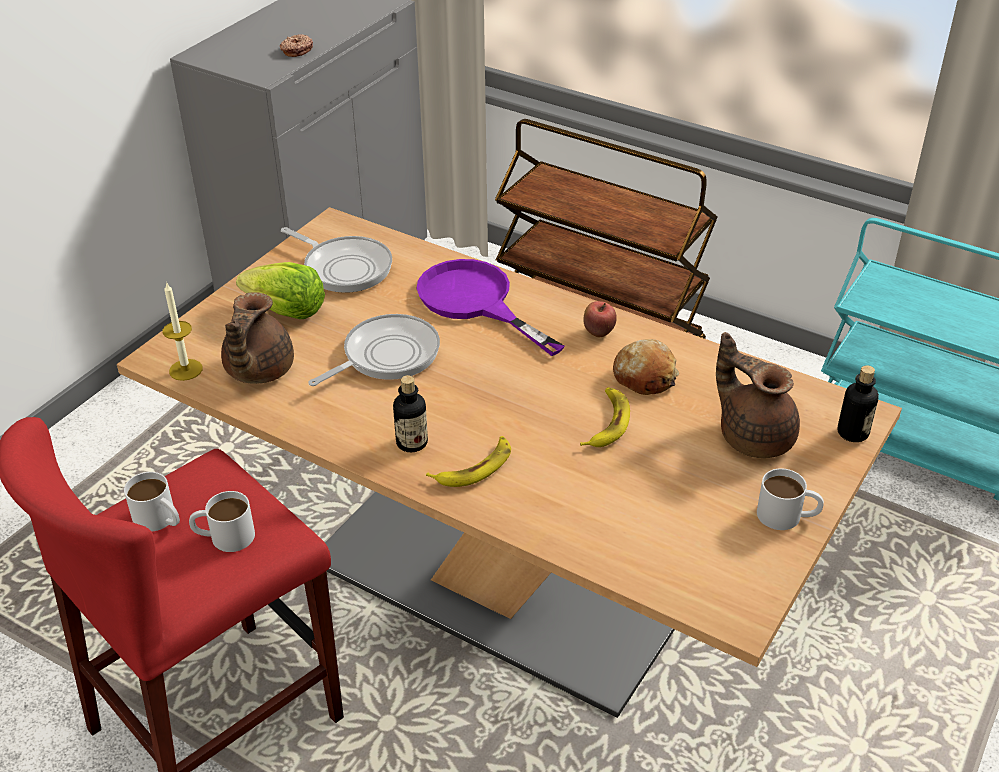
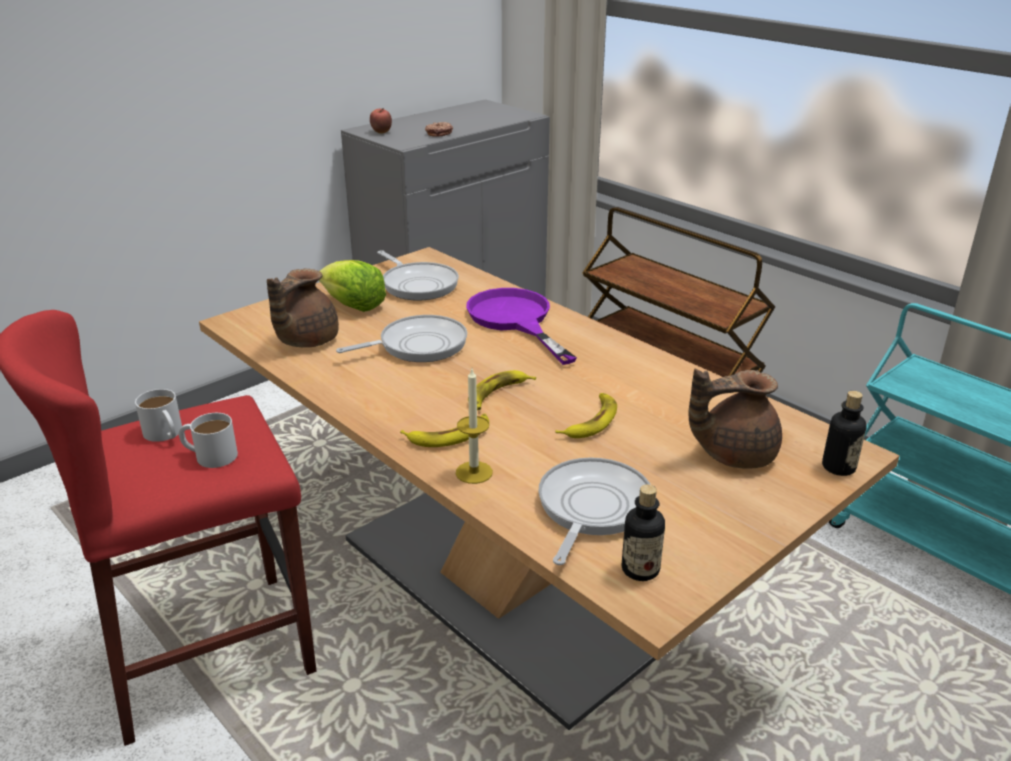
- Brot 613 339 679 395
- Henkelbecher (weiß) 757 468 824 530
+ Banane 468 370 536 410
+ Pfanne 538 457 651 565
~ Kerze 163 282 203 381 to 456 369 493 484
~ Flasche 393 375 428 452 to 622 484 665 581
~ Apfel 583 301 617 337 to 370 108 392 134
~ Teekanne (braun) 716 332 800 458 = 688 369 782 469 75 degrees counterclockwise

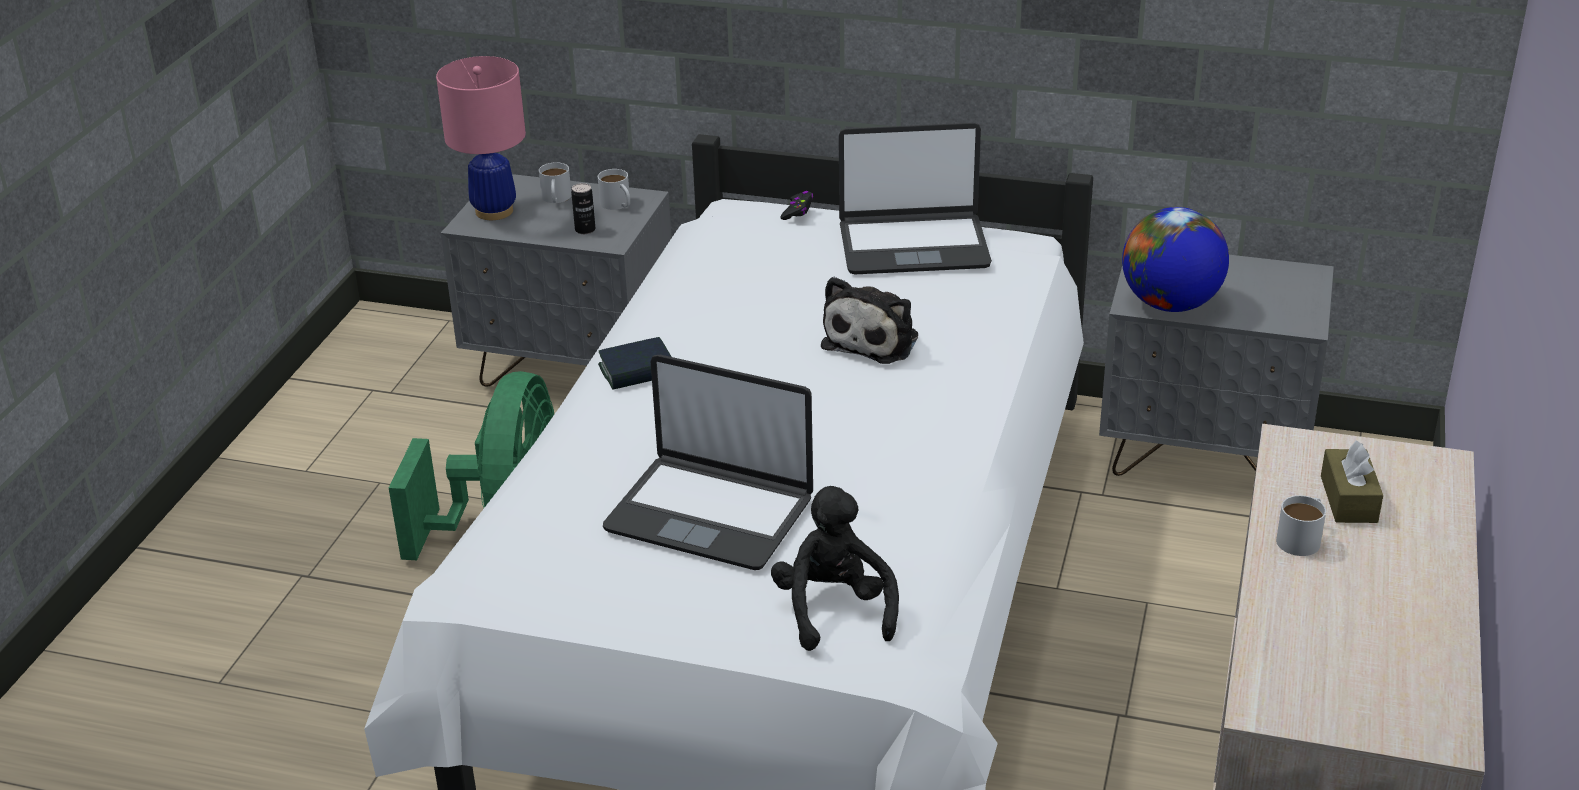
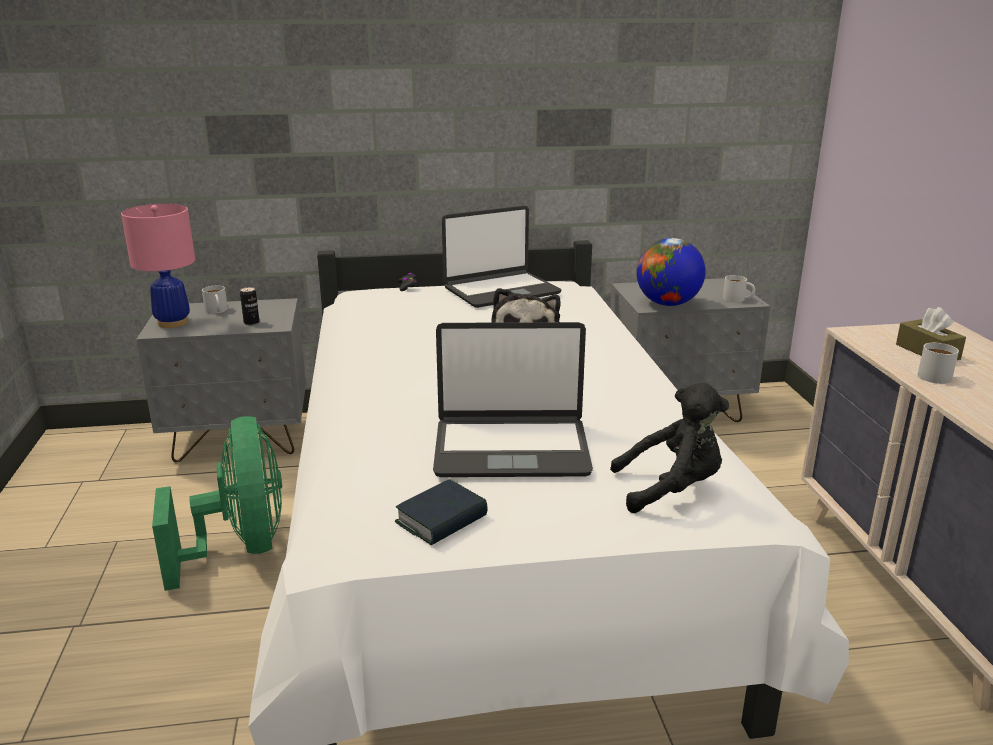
~ Henkelbecher (weiß) 598 169 630 210 to 723 275 755 302
~ Buch 598 337 672 390 to 395 479 488 545
~ Plüschtier (schwarz) 771 486 899 651 = 610 383 729 513 120 degrees clockwise

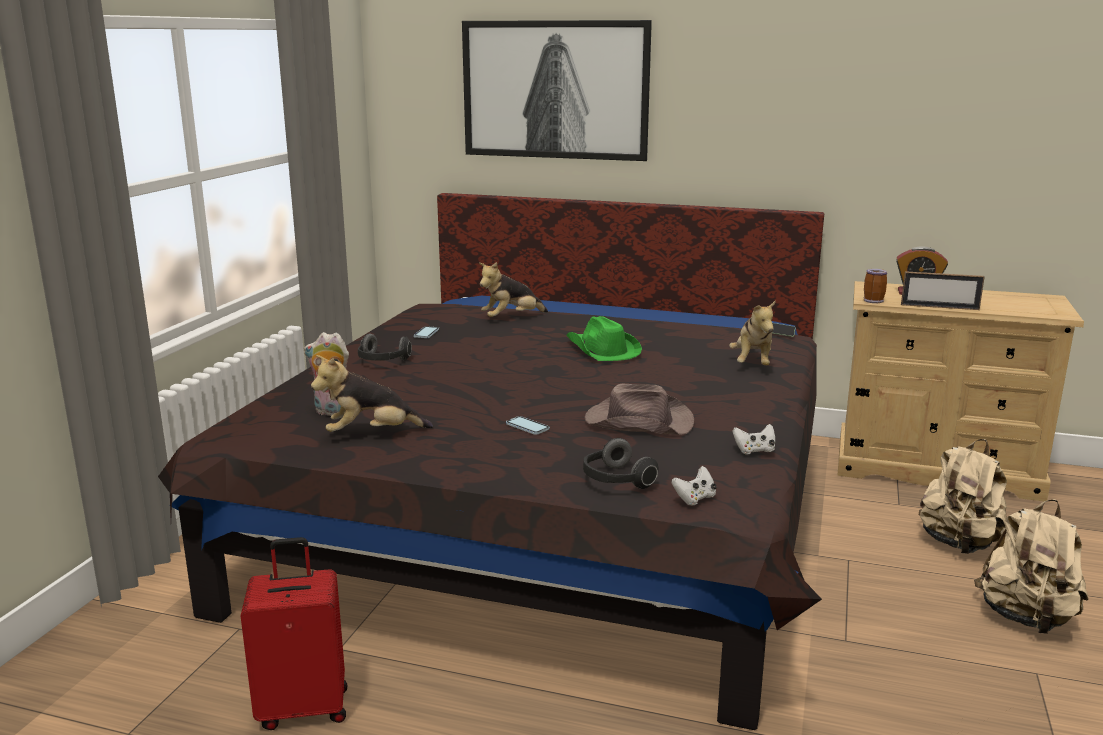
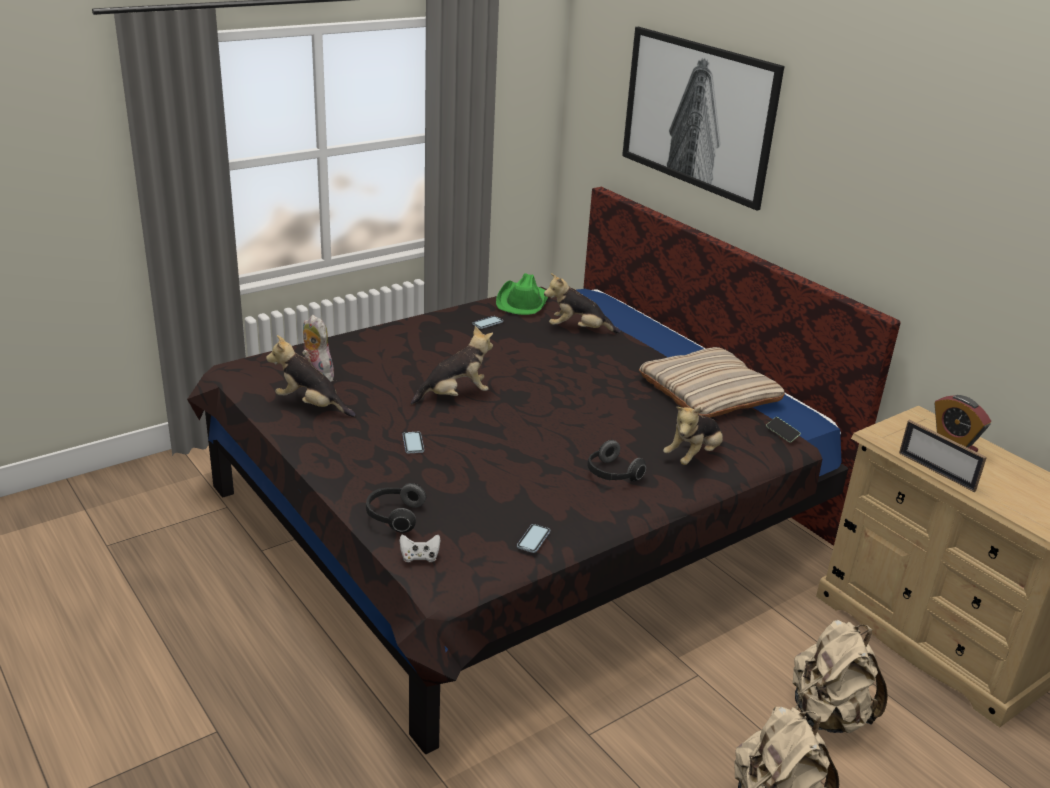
- Koffer (rot) 241 537 347 730
- Hut (braun) 585 384 694 435
- Henkelbecher 864 269 887 303
+ Plüschtier 411 326 493 405
+ Kissen (beige) 639 347 785 418
~ Kopfhörer 358 334 412 361 to 587 440 646 482
~ Hut (grün) 566 316 642 361 to 496 273 548 315
~ Gamepad (weiß) 732 424 775 454 to Handy 517 524 550 553

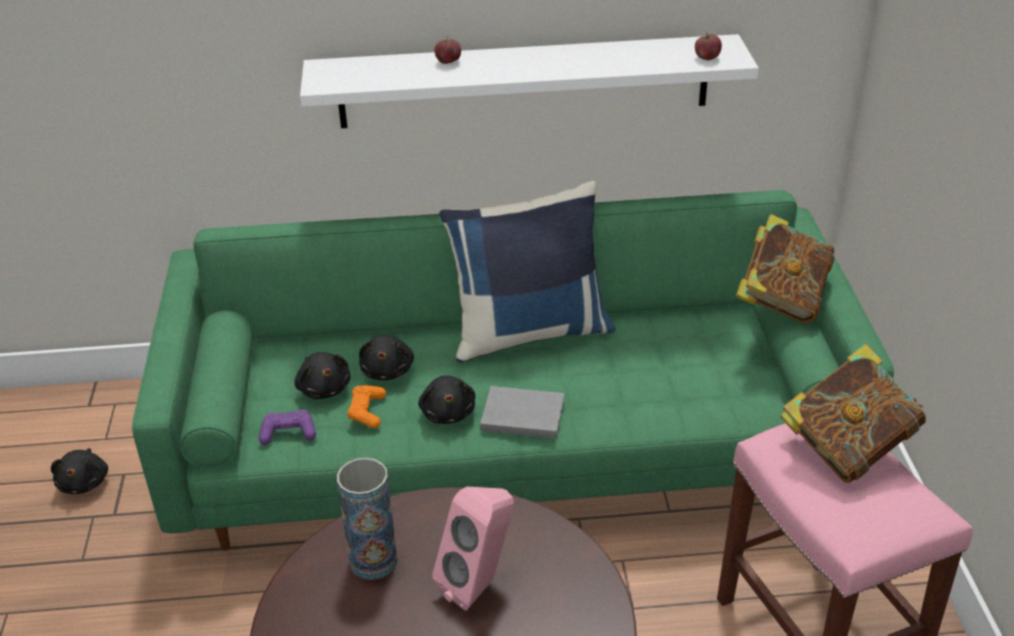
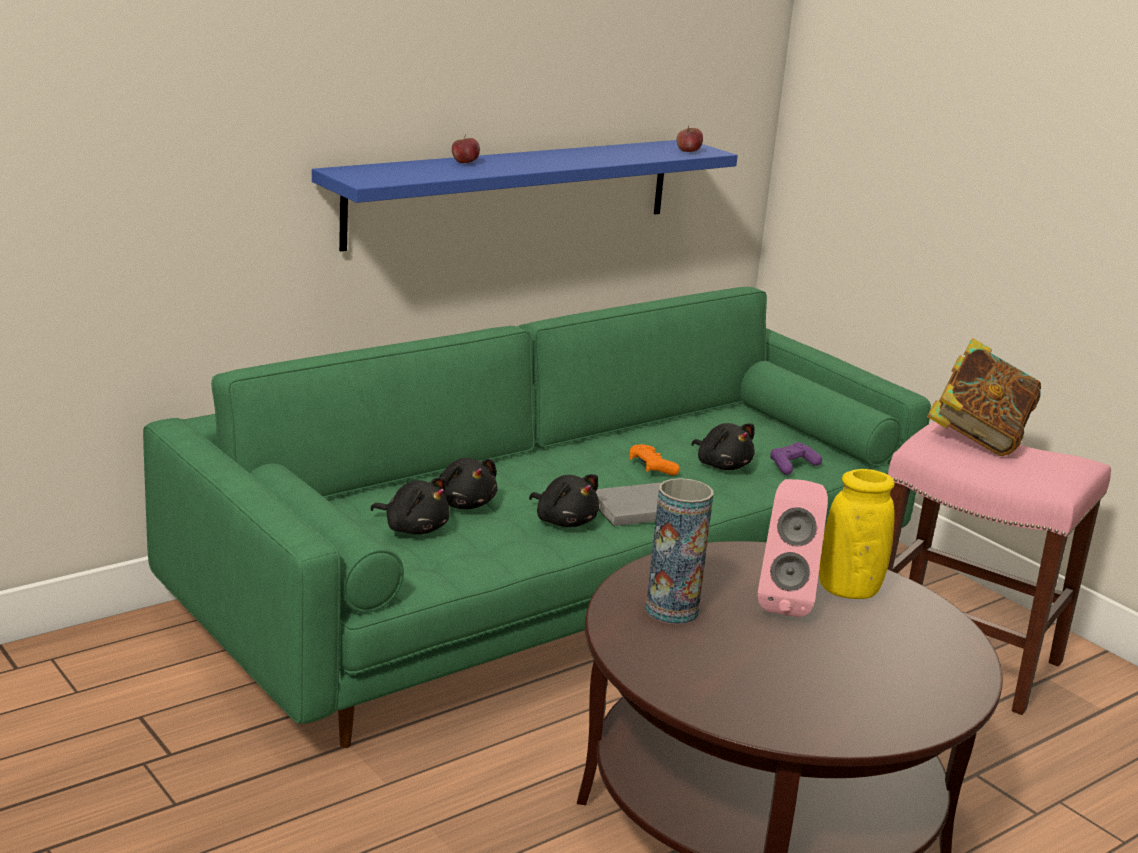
- Kissen (blau) 439 181 616 362
- Buch 736 214 834 323
+ Vase (gelb) 819 469 895 599
~ Plüschtier (schwarz) 51 448 108 494 to 691 423 755 470
~ Gamepad (lila) 259 410 316 445 to 770 442 822 475
~ Gamepad (orange) 347 385 386 428 to 630 444 680 475
~ Wandregal (weiß) 300 34 759 128 to Wandregal (blau) 312 140 738 251

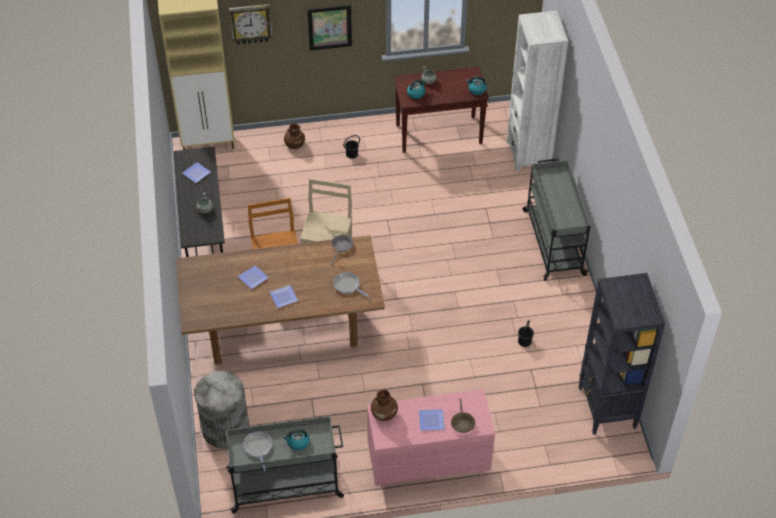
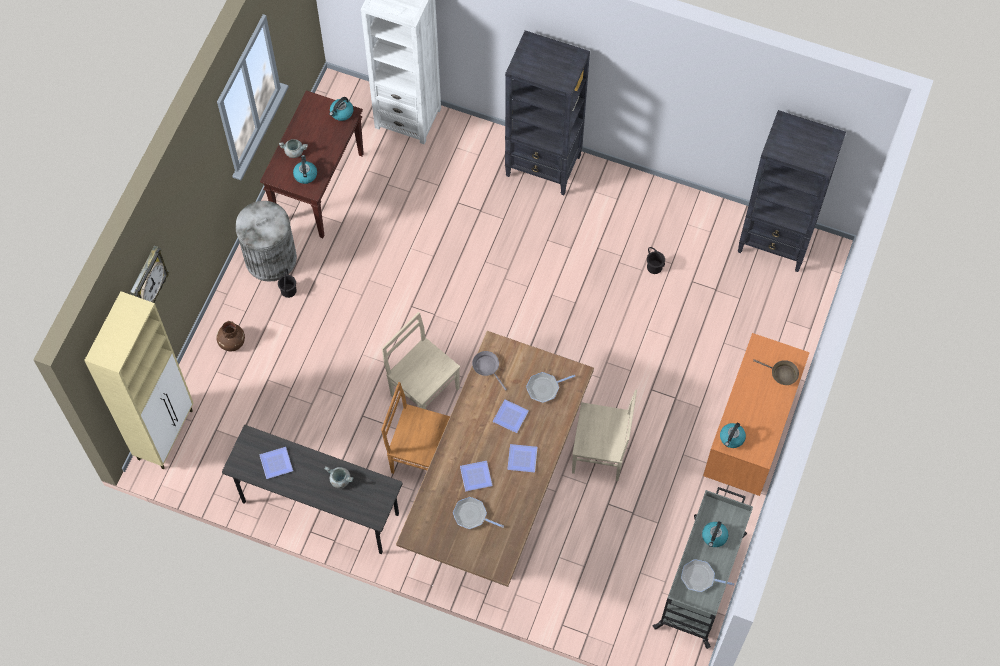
- Bild 307 5 352 51
+ Pfanne 453 497 504 529
+ Stuhl (beige) 572 389 637 481
~ Mülleimer (grau) 194 371 249 448 to 236 201 297 282
~ Teller 419 409 445 431 to 493 400 529 433
~ Vase (braun) 371 390 398 421 to Wasserkessel 720 423 746 448
~ Rollwagen (grau) 523 159 591 281 to Bücherregal (schwarz) 505 30 590 195
~ Kommode (rosa) 367 389 495 489 to Kommode (orange) 703 333 810 496

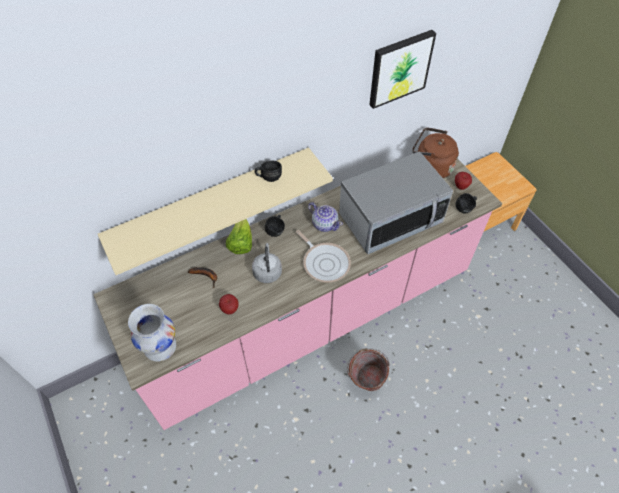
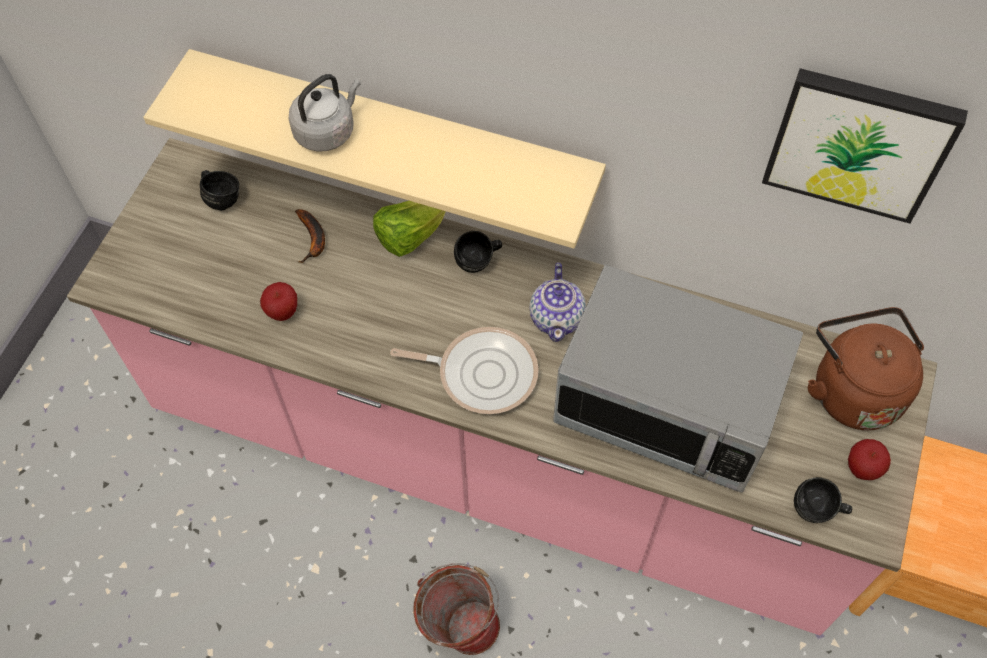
- Vase (weiß) 128 304 176 362
~ Wasserkessel (grau) 252 243 282 283 to 289 74 360 152
~ Henkelbecher (schwarz) 255 161 282 182 to 200 170 239 211
~ Pfanne 296 230 351 282 = 390 327 539 414 90 degrees counterclockwise

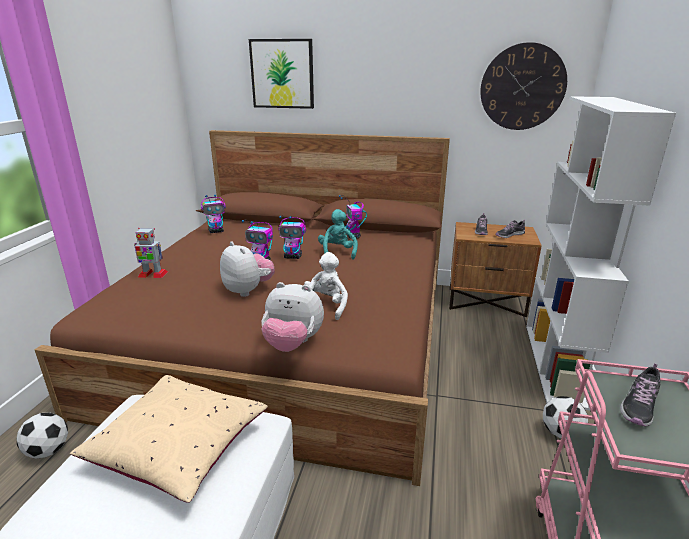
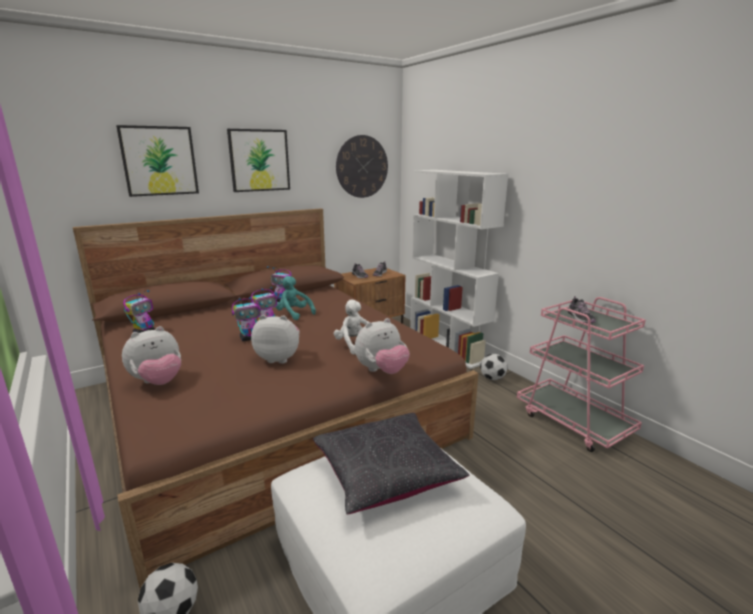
+ Bild 227 129 290 192
~ Spielzeugroboter 134 228 168 278 to Plüschtier 122 326 181 385
~ Kissen (beige) 70 375 268 503 to Kissen (schwarz) 313 413 469 514

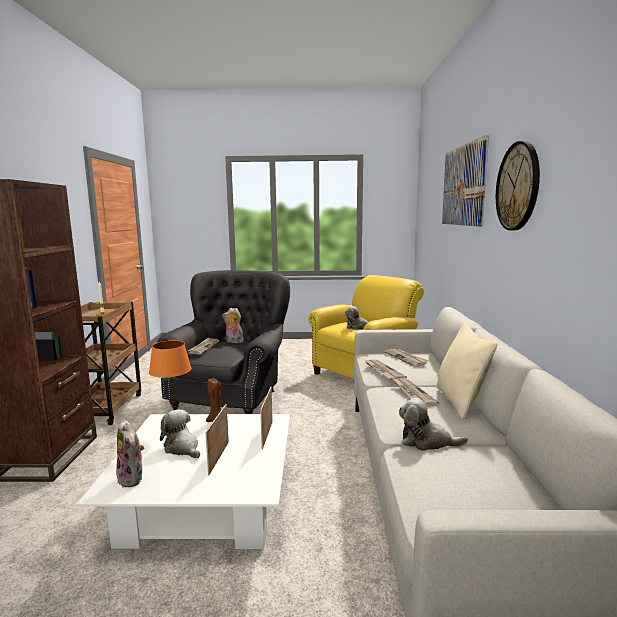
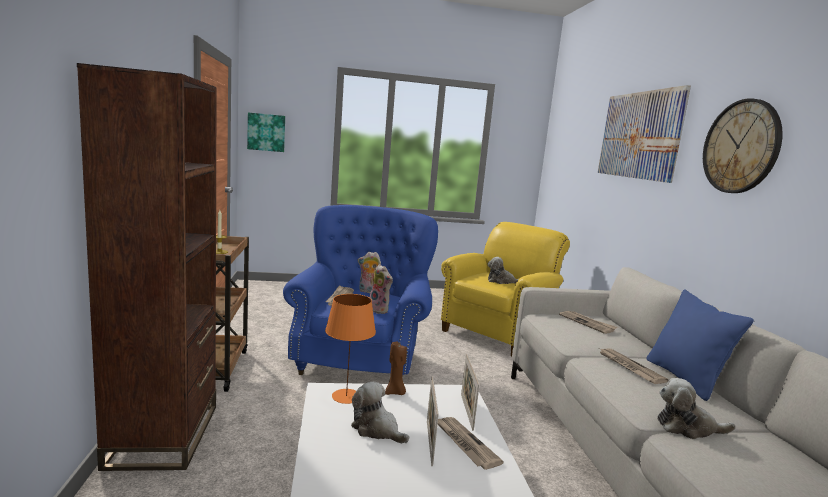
+ Bild 247 112 285 152
~ Plüschtier 116 419 144 488 to 369 264 393 314
~ Zeitung 365 359 407 381 to 438 417 504 470
~ Sessel (grau) 157 270 290 414 to Sessel (blau) 283 205 438 376
~ Kissen (beige) 436 322 498 420 to Kissen (blau) 647 290 754 401

